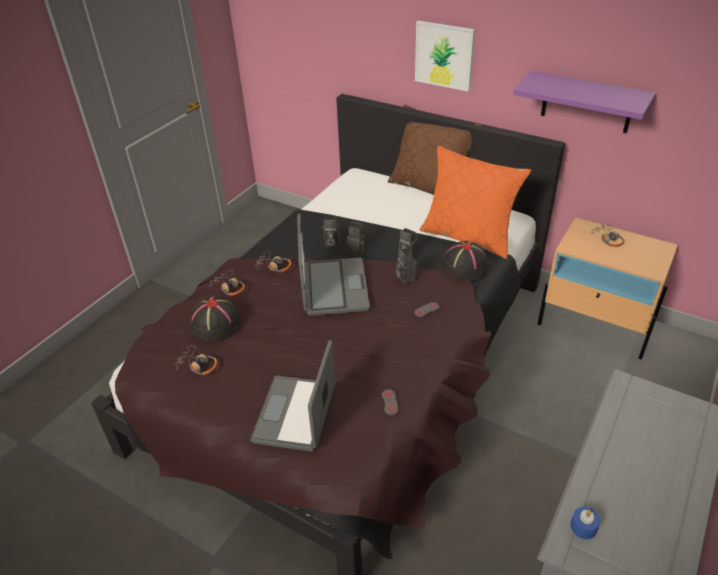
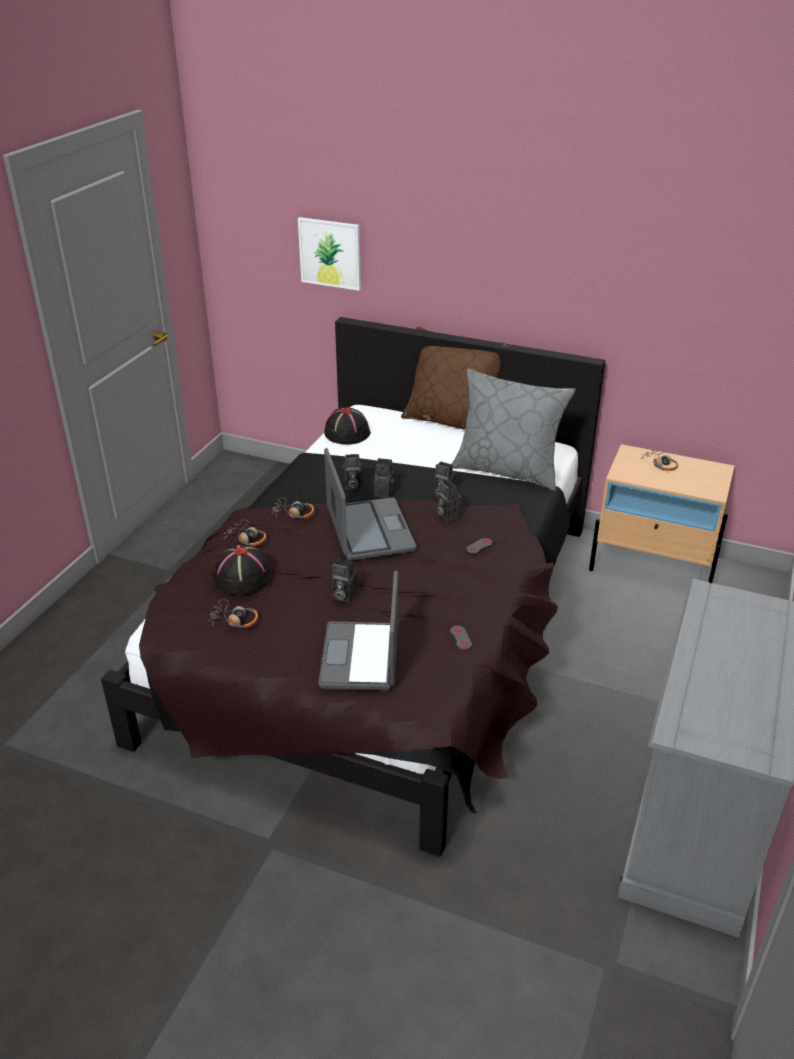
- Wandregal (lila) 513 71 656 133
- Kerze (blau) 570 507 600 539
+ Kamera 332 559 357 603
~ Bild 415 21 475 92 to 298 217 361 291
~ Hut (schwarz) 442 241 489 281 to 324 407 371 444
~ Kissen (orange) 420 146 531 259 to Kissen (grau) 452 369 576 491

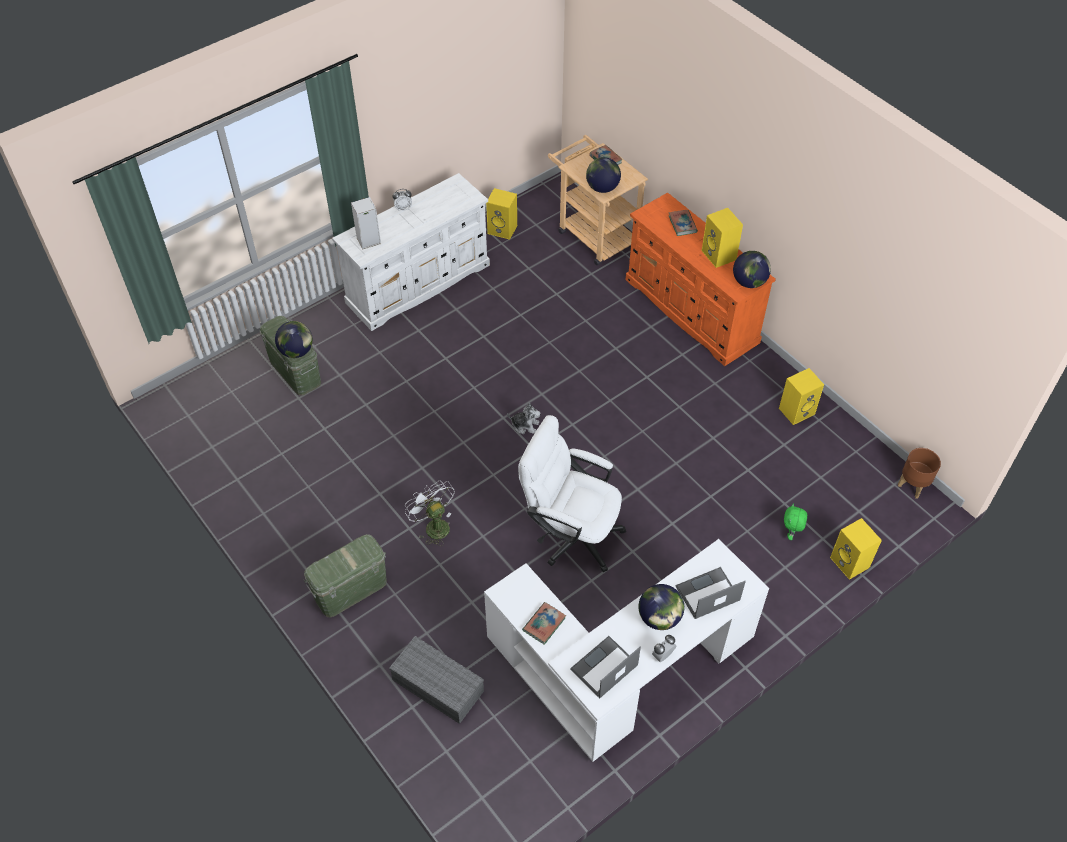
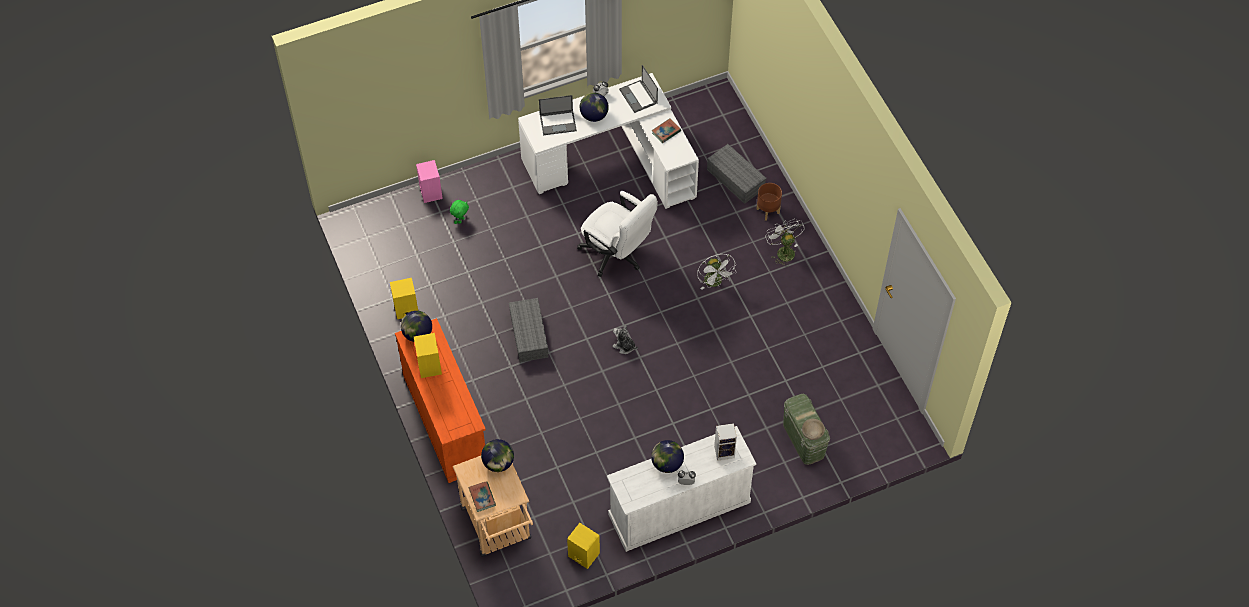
- Buch 669 210 698 236
+ Aufbewahrungsbox (grau) 509 298 548 362
+ Schüssel (beige) 802 419 825 440
~ Globus 275 321 313 358 to 651 440 684 473
~ Pflanzkübel (braun) 898 448 941 498 to 756 183 782 221
~ Aufbewahrungsbox (grün) 304 534 387 618 to Ventilator (weiß) 765 218 804 267
~ Lautsprecher (gelb) 830 518 882 580 to Lautsprecher (rosa) 416 160 443 203
~ Laptop 570 636 641 699 = 619 65 658 113 90 degrees clockwise

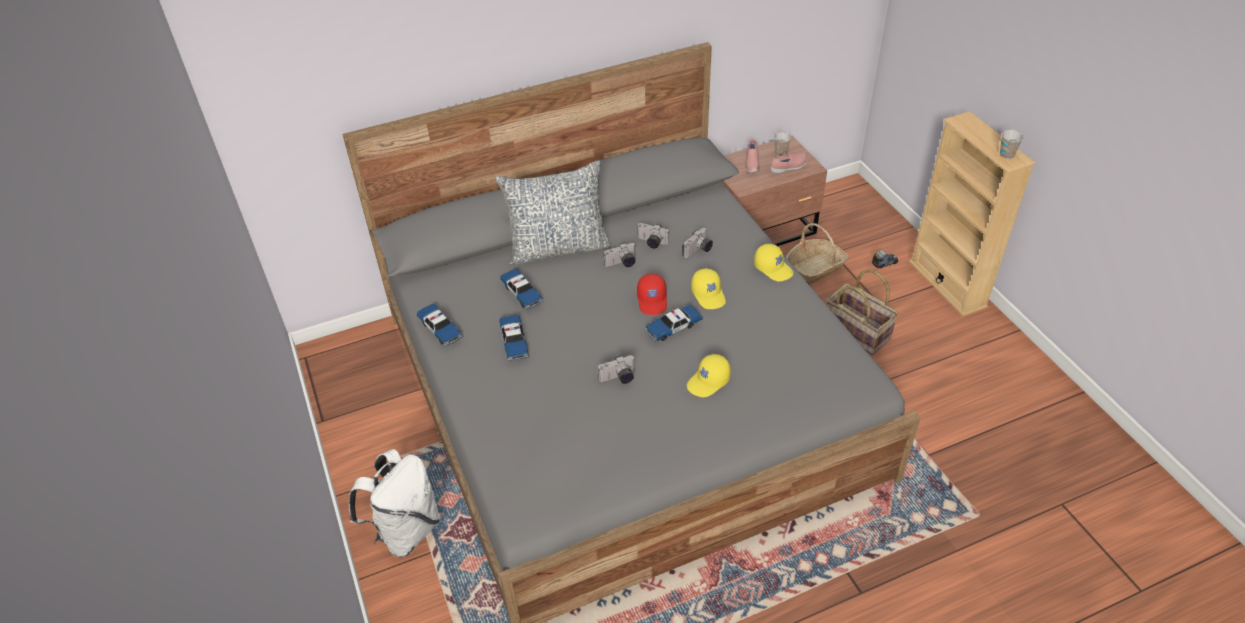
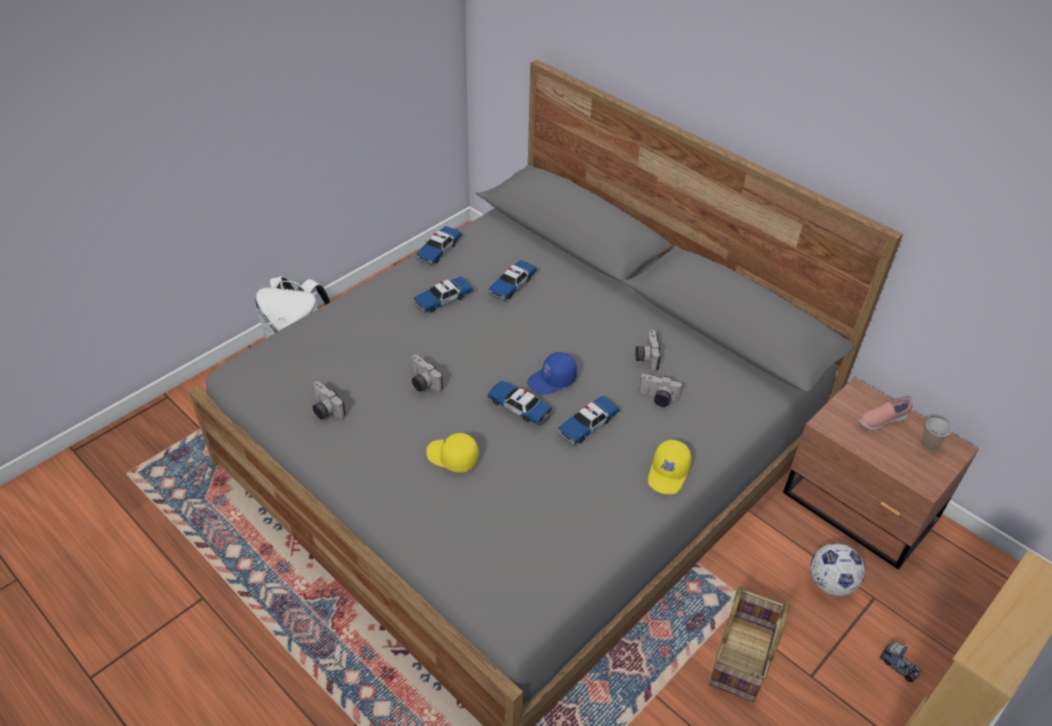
- Kissen 496 160 612 265
- Schuh (rosa) 770 153 807 174
- Tasse 1000 130 1024 159
~ Kamera 604 242 636 267 to 313 381 346 419
~ Kappe (gelb) 691 268 726 309 to Spielzeugauto 557 396 620 445
~ Korb 786 223 849 284 to Fußball 810 543 865 596
~ Kappe (rot) 637 273 667 315 to Kappe (blau) 527 352 577 395

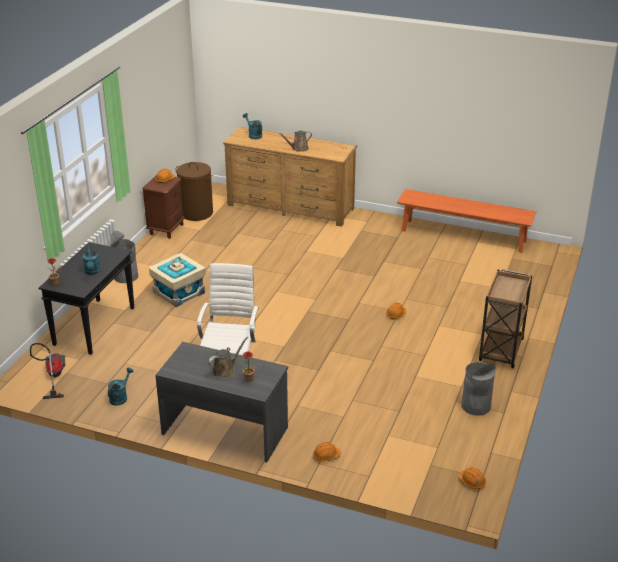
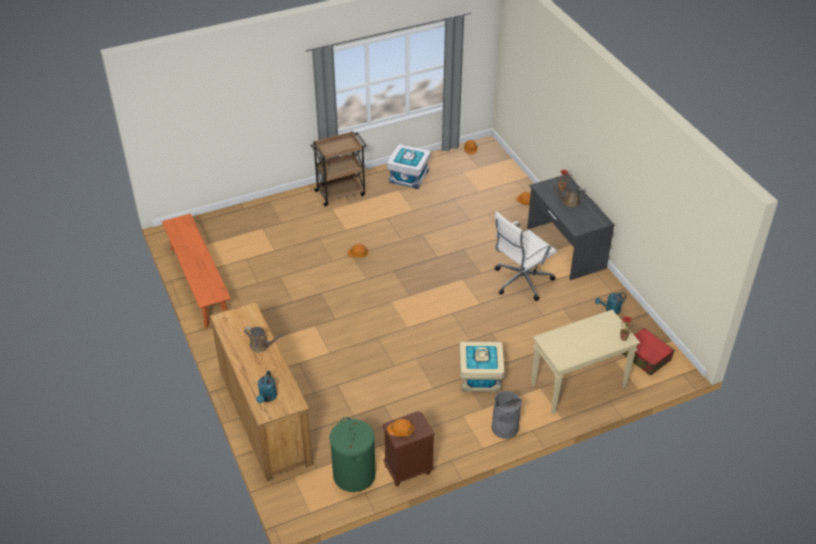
- Gießkanne (türkis) 82 246 101 275
~ Staubsauger 30 343 65 399 to Koffer (rot) 622 328 674 376
~ Mülleimer (grau) 461 362 496 416 to Aufbewahrungsbox (weiß) 387 144 431 189
~ Konsolentisch (schwarz) 39 242 134 355 to Konsolentisch (beige) 531 310 640 414
~ Wäschekorb (braun) 175 162 213 221 to Wäschekorb (grün) 329 417 376 492

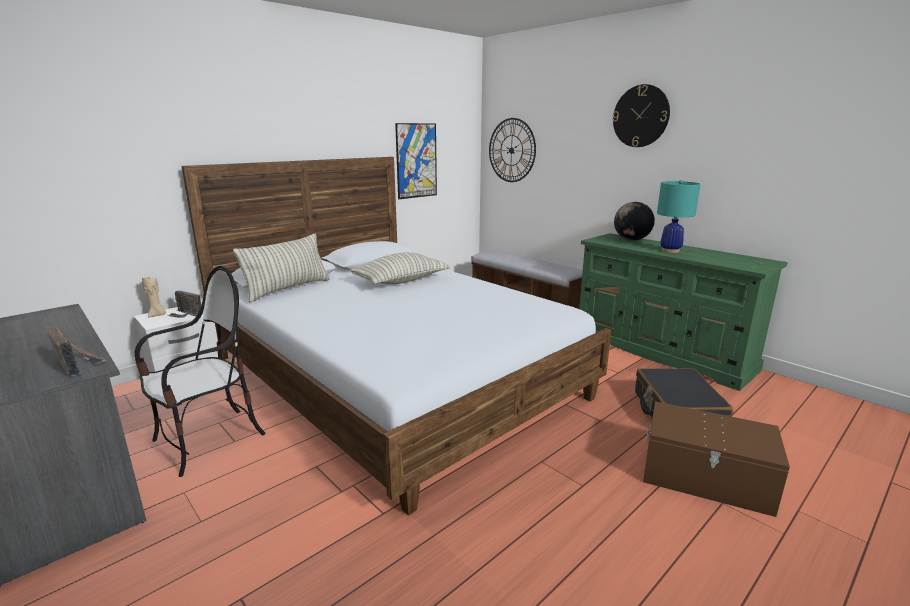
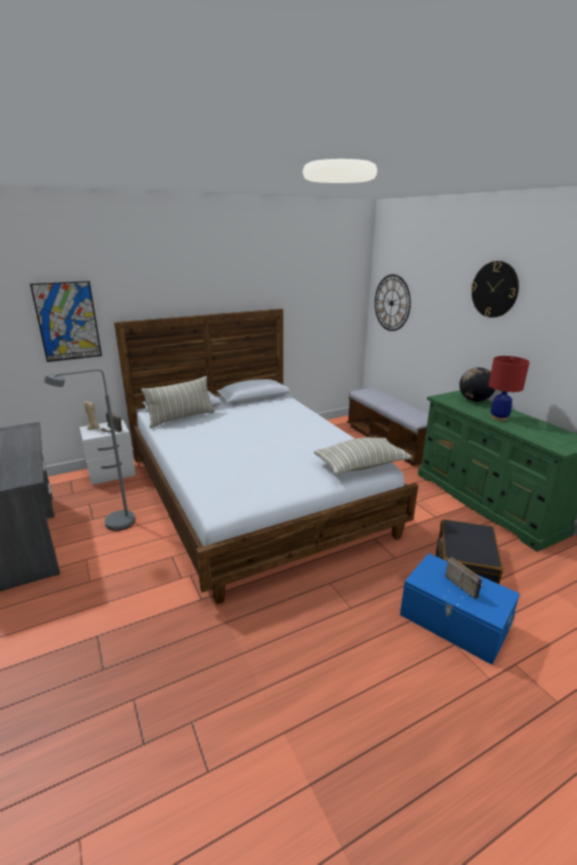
~ Radio 47 327 106 377 to 445 557 483 599
~ Kissen 350 252 450 284 to 314 437 412 475
~ Bild 395 123 437 199 to 30 281 102 362
~ Stuhl 135 266 266 477 to Stehlampe (grau) 44 369 135 531
~ Aufbewahrungsbox (braun) 643 401 790 517 to Aufbewahrungsbox (blau) 400 553 520 665
~ Tischlampe (türkis) 657 180 701 253 to Tischlampe (rot) 489 356 530 421

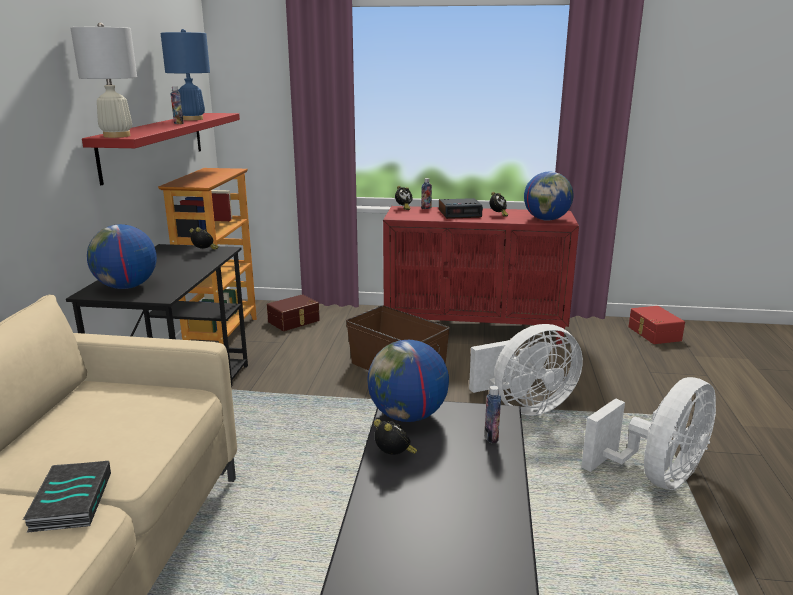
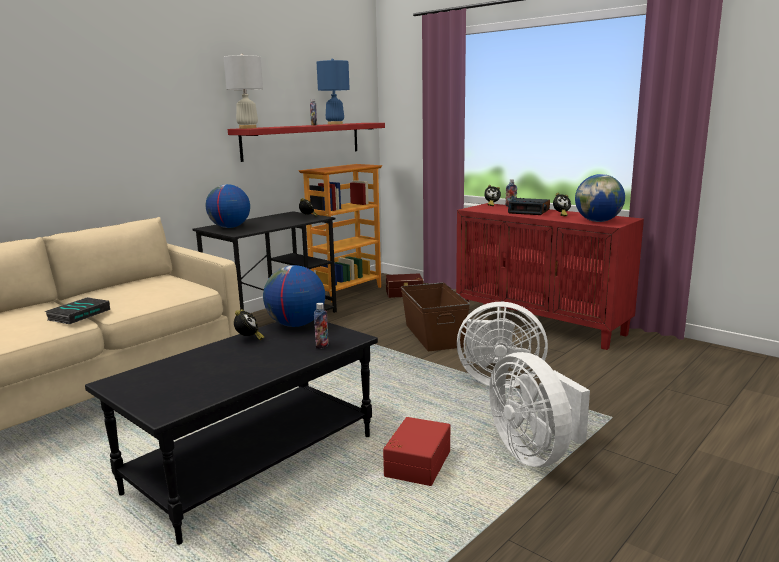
~ Aufbewahrungsbox (rot) 628 306 685 344 to 383 417 450 486
~ Ventilator (weiß) 581 377 716 490 = 489 352 590 467 75 degrees clockwise

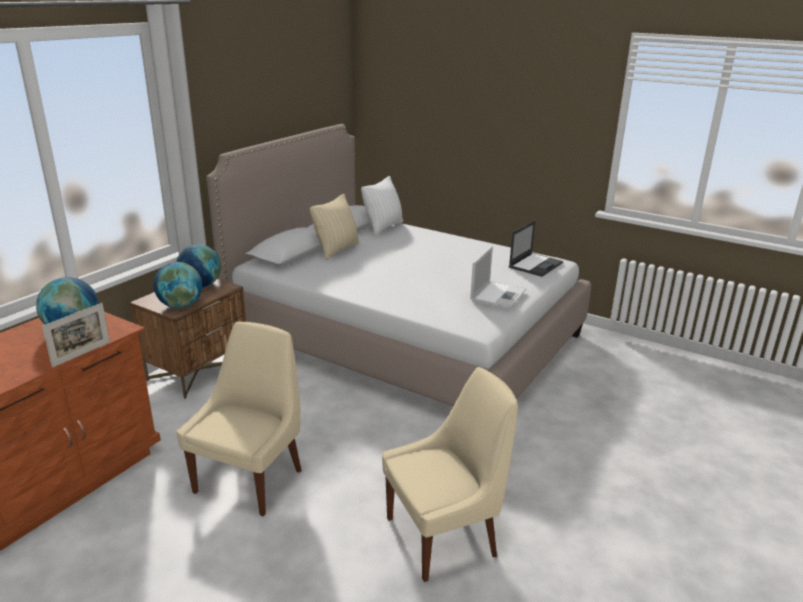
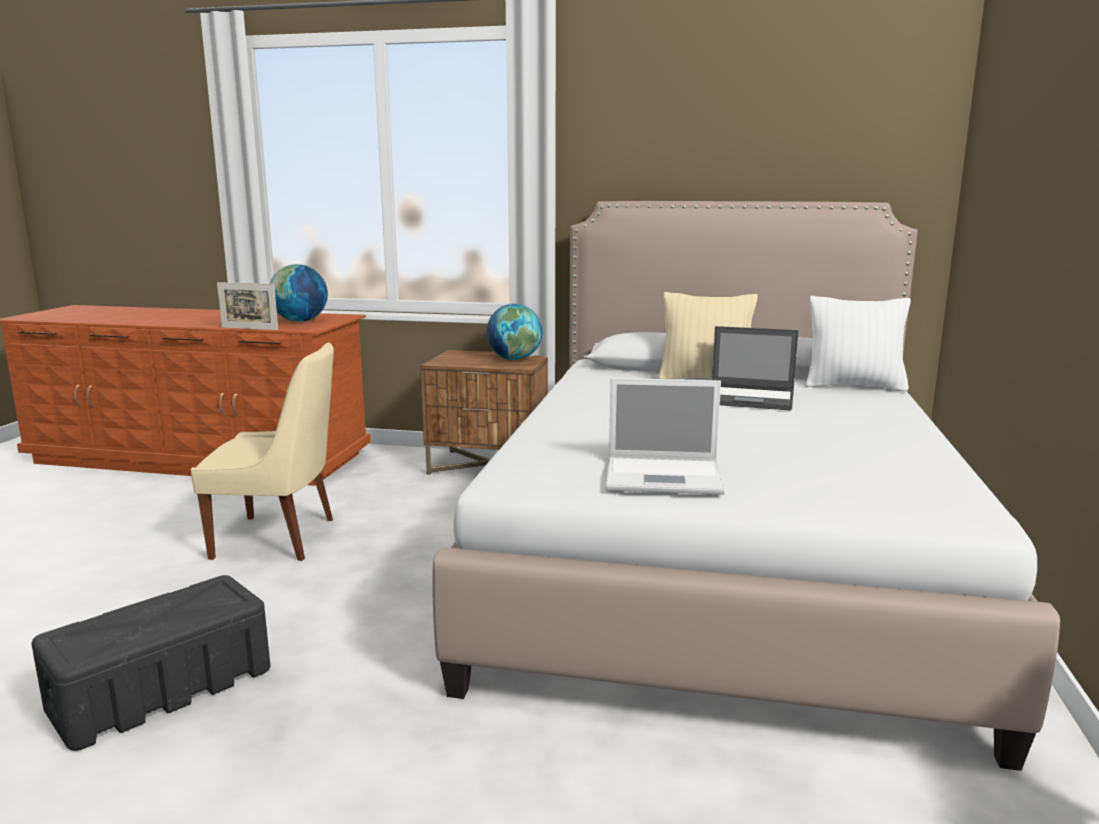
- Globus 154 262 202 308
~ Laptop 509 220 563 277 to 712 326 799 410
~ Stuhl (beige) 382 367 518 582 to Aufbewahrungsbox (schwarz) 31 575 270 751

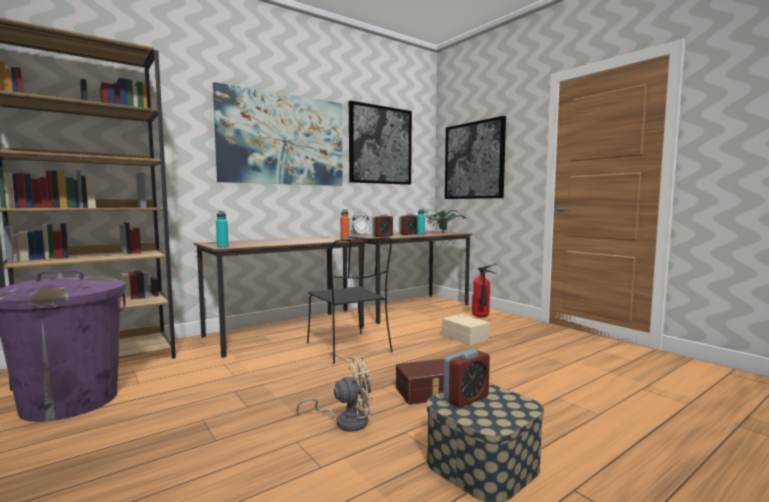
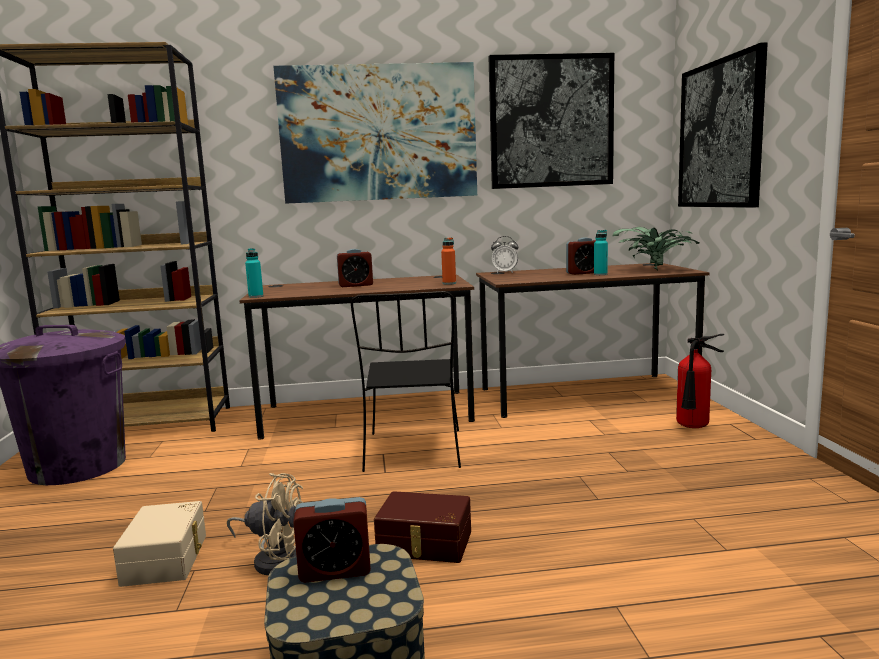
~ Wecker 372 214 393 237 to 337 249 373 287
~ Aufbewahrungsbox (beige) 442 314 489 345 to 113 501 206 587

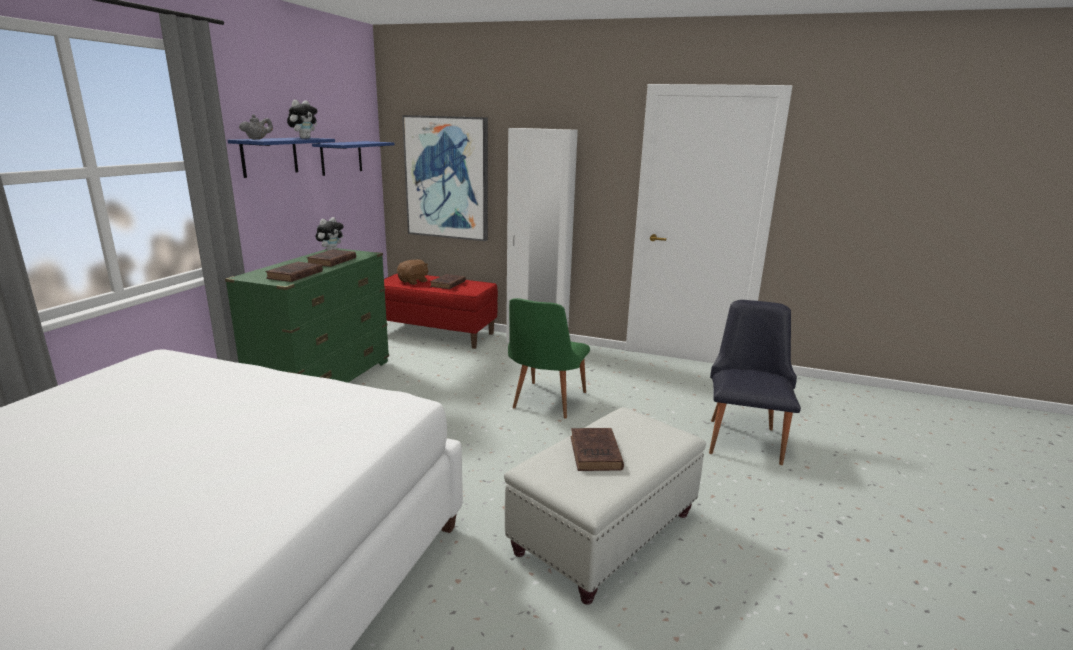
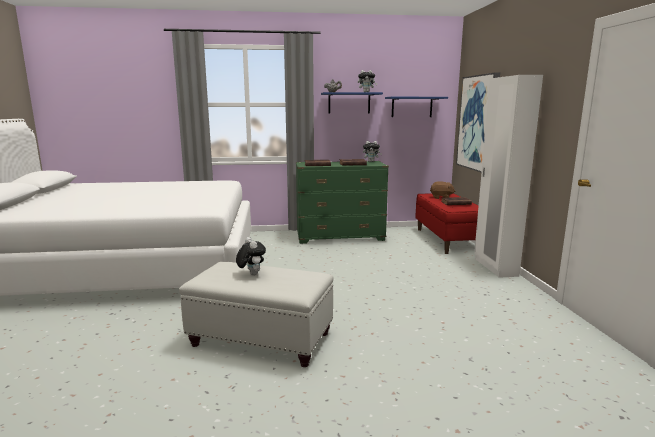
- Stuhl (grün) 508 298 590 418
- Stuhl (schwarz) 709 300 801 465
~ Buch (braun) 570 428 624 471 to Plüschtier 236 237 266 276

